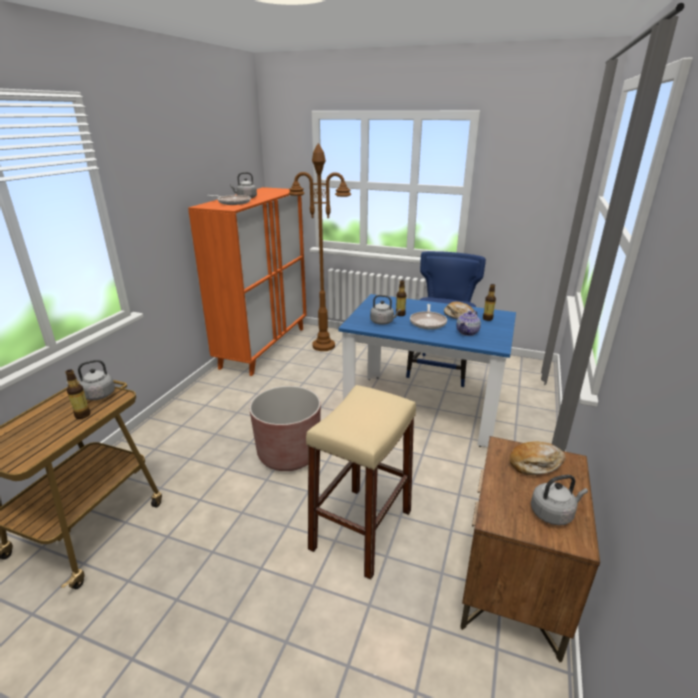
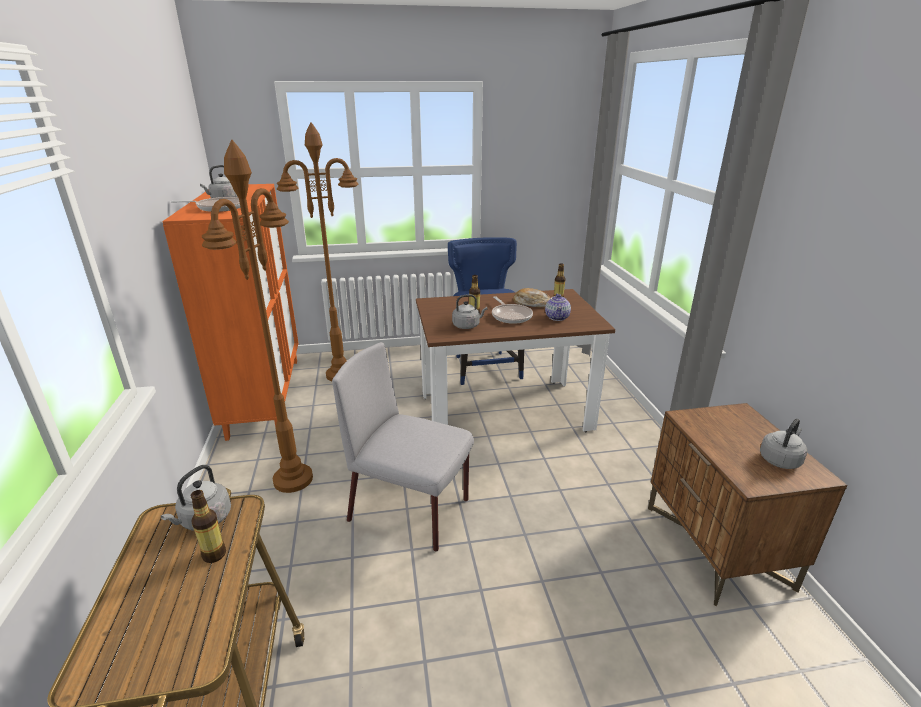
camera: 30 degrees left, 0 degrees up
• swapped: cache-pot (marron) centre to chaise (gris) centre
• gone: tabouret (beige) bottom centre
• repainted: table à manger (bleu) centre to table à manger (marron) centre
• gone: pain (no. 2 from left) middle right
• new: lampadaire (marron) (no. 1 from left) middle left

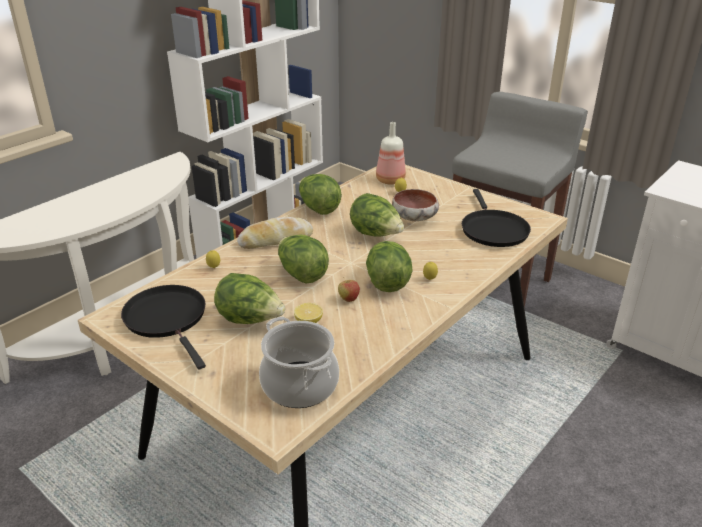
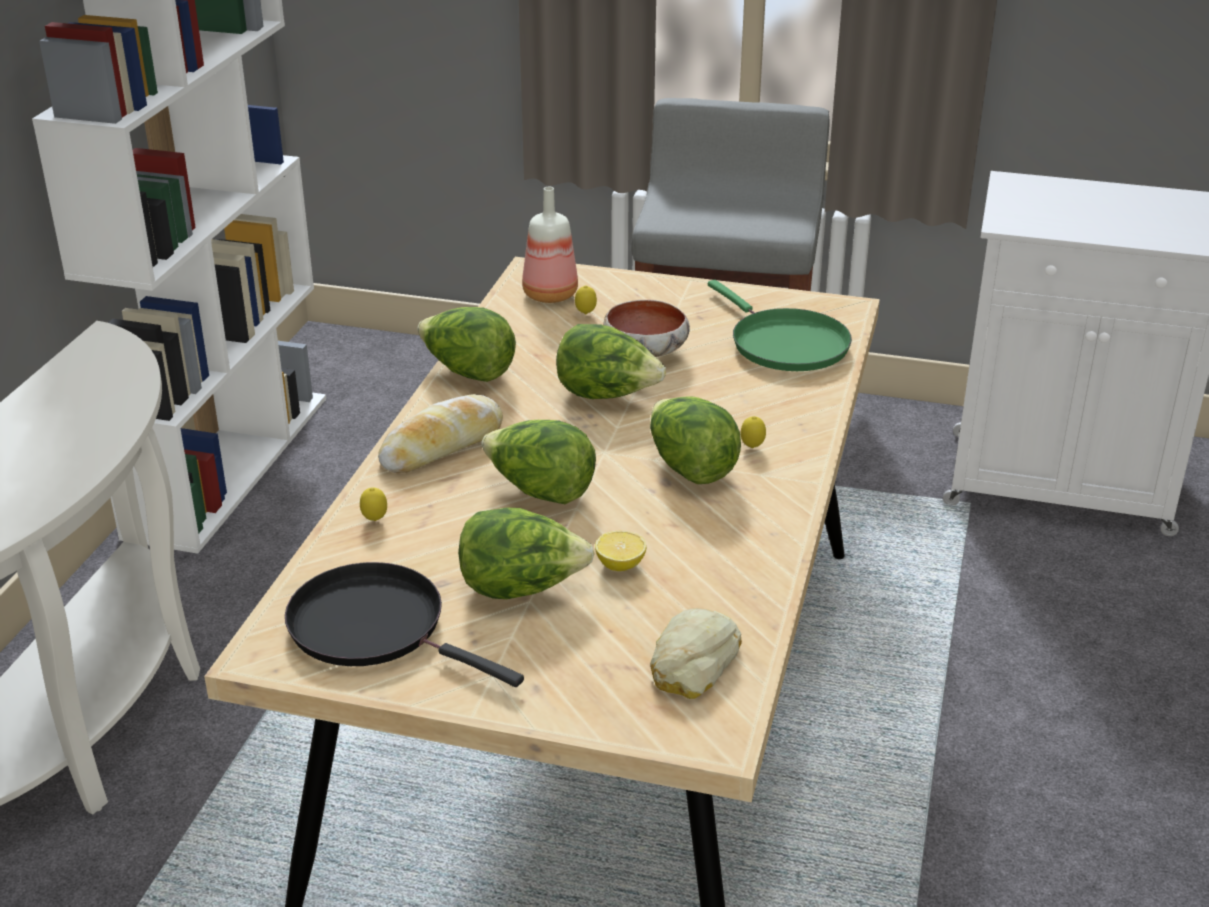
camera: 25 degrees left, 0 degrees up
• swapped: marmite bottom centre to pain (no. 2 from left) bottom centre
• gone: pomme centre
• repainted: poêle (noir) (no. 2 from left) middle right to poêle (vert) centre

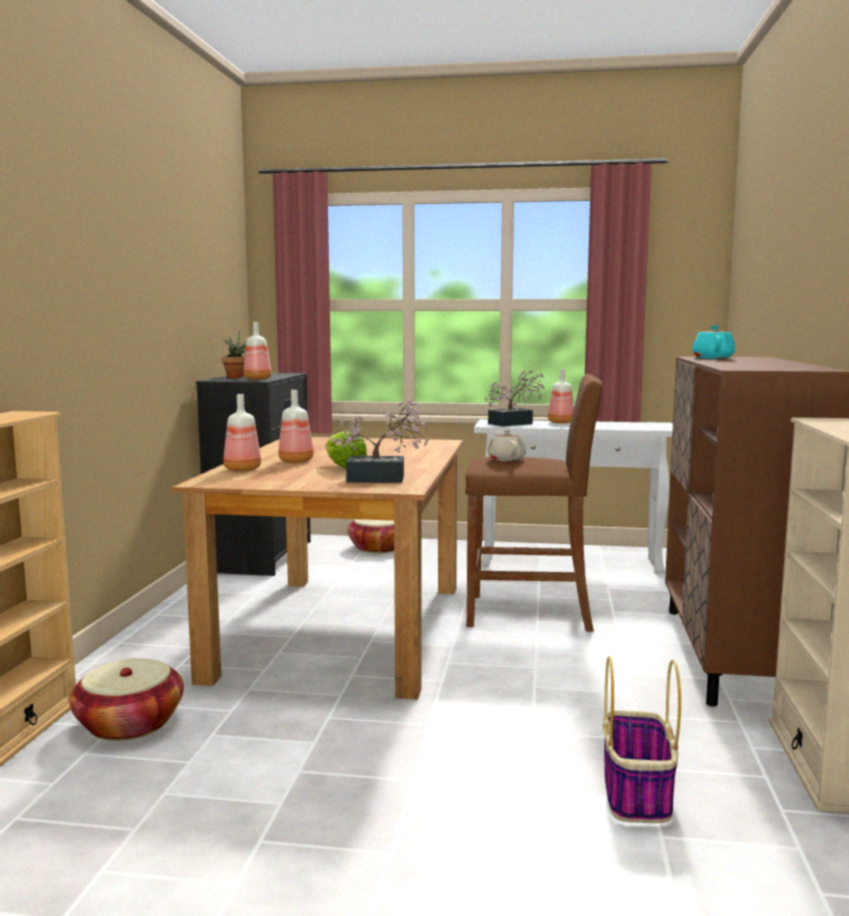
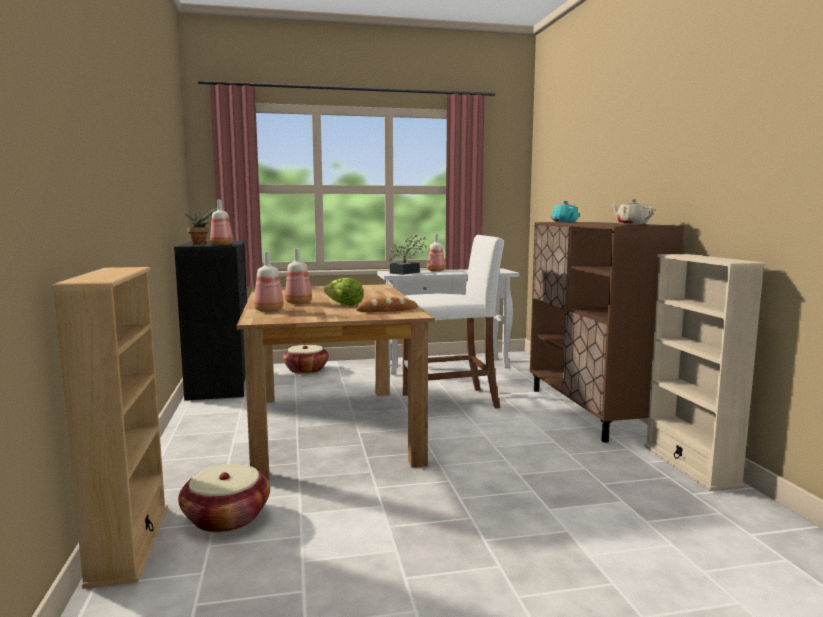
camera: 20 degrees left, 0 degrees up
• swapped: plante en pot (no. 2 from left) centre to pain centre
• repainted: tabouret (marron) centre to tabouret (blanc) centre
• shifted: théière (beige) centre to middle right
• gone: panier (no. 3 from left) bottom right

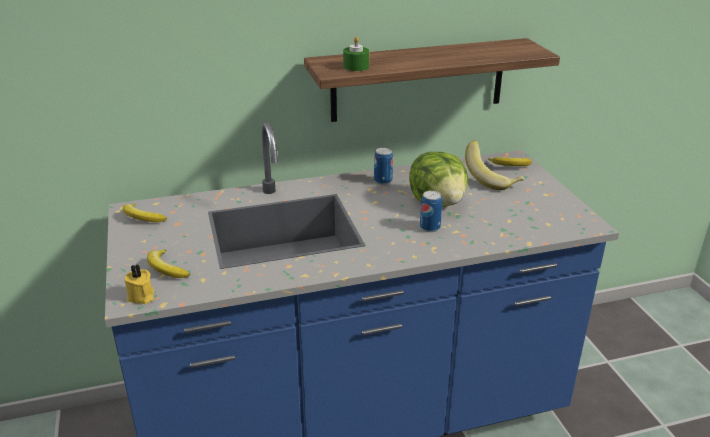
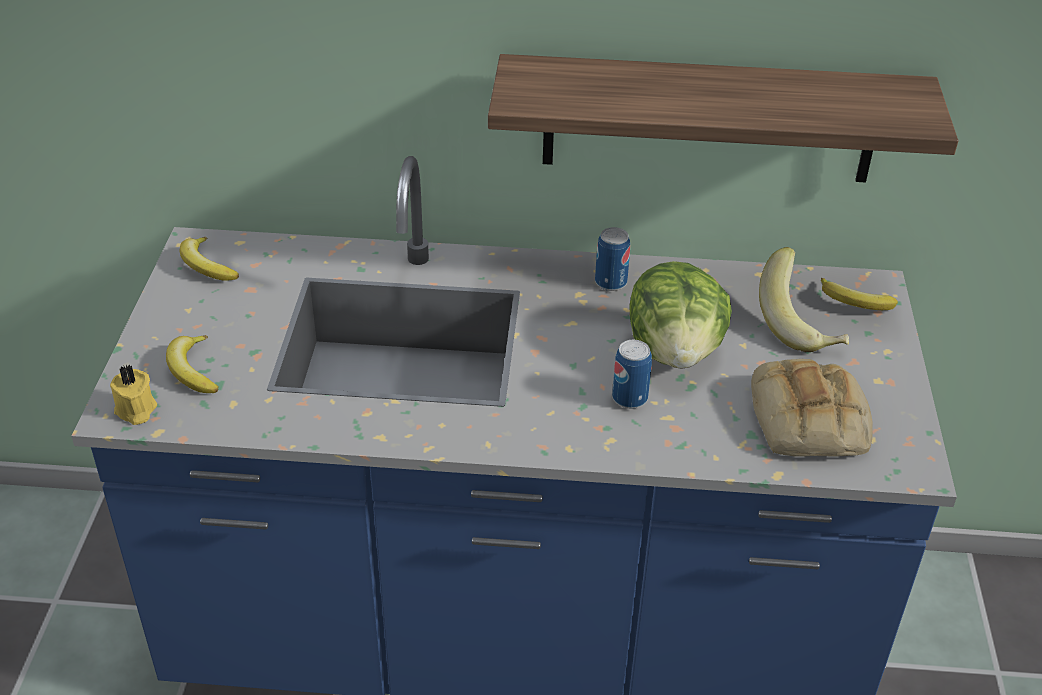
camera: 20 degrees right, 10 degrees up
• gone: bougie (vert) top centre
• new: pain middle right

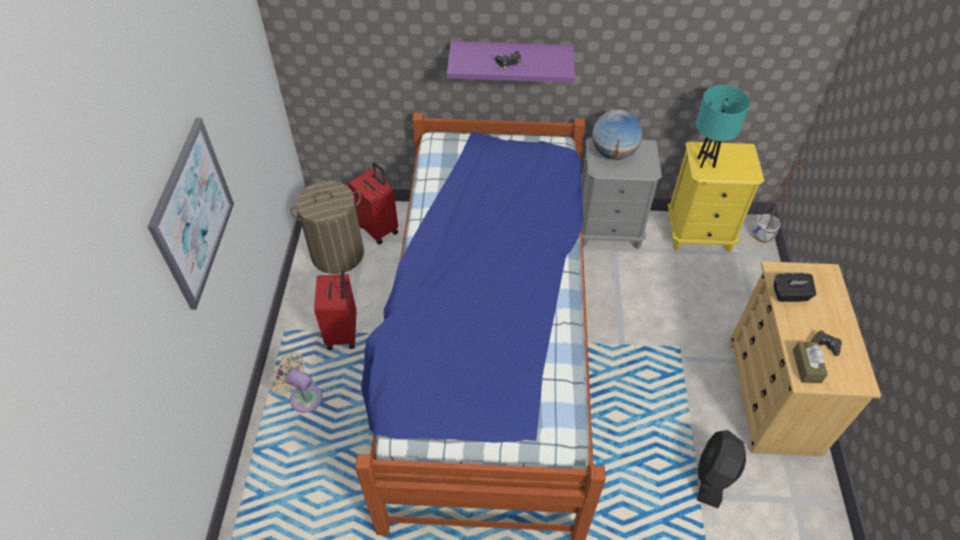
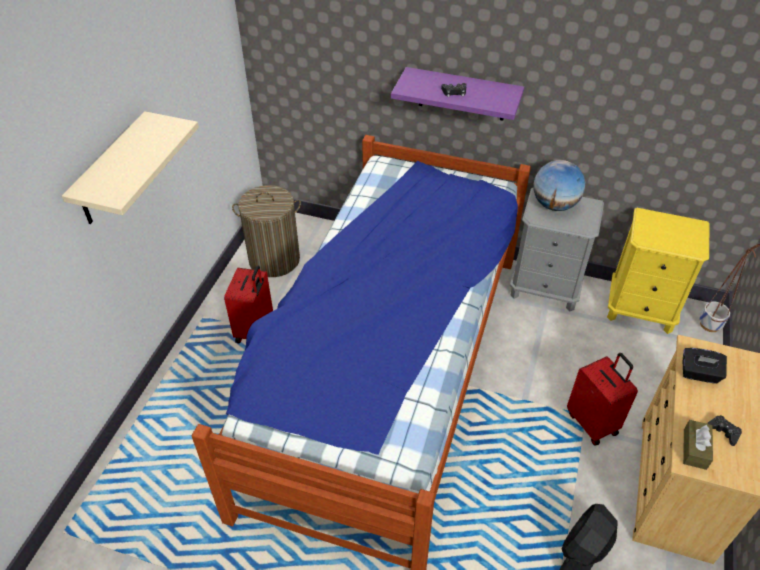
camera: 15 degrees right, 5 degrees down
• swapped: tableau middle left to étagère (beige) top left
• gone: ventilateur (beige) bottom left
• shifted: valise (rouge) (no. 2 from left) centre to bottom right
• gone: lampe de table (turquoise) top right

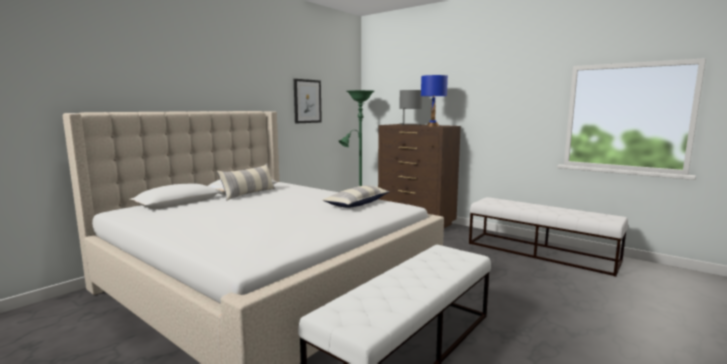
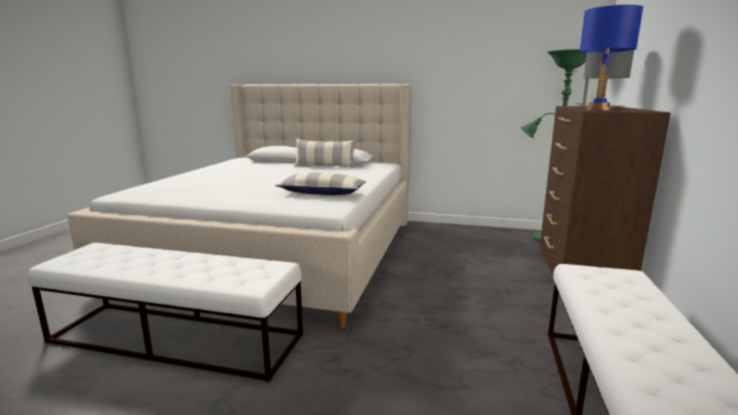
camera: 65 degrees right, 5 degrees up
• gone: tableau top centre

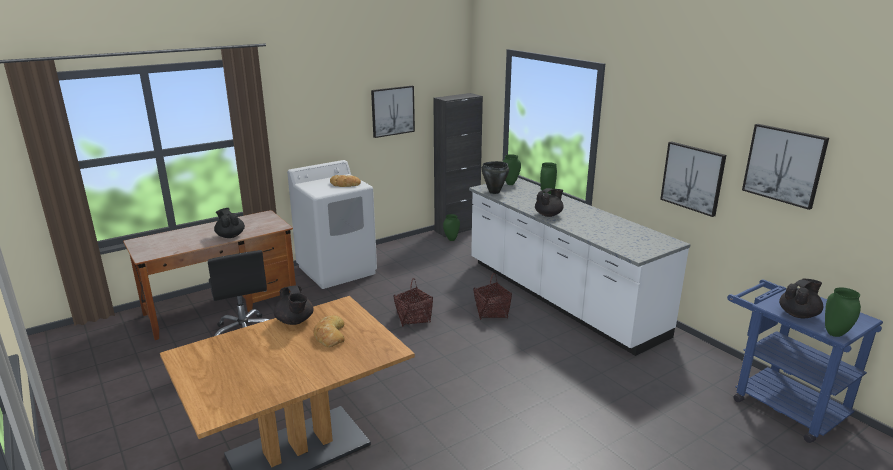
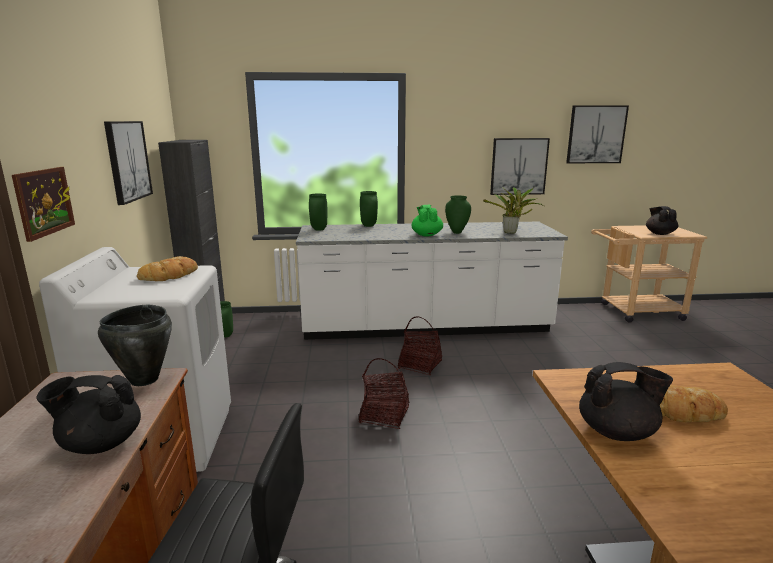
camera: 60 degrees left, 5 degrees down
• shifted: marmite (noir) centre to middle left
• repainted: théière (noir) (no. 3 from left) centre to théière (vert) centre
• repainted: chariot (bleu) bottom right to chariot (beige) middle right
• shifted: vase (vert) (no. 4 from left) middle right to centre
• new: tableau (no. 1 from left) middle left
• new: plante en pot centre

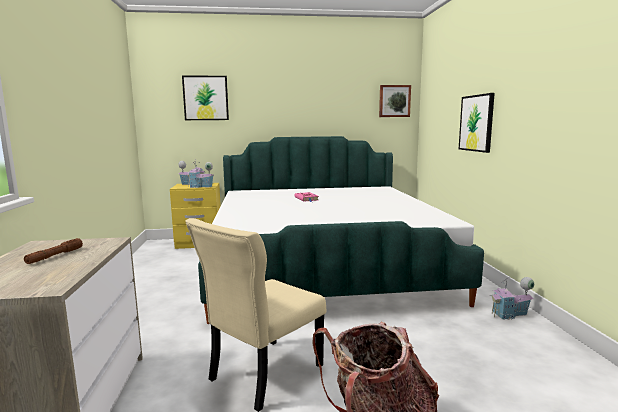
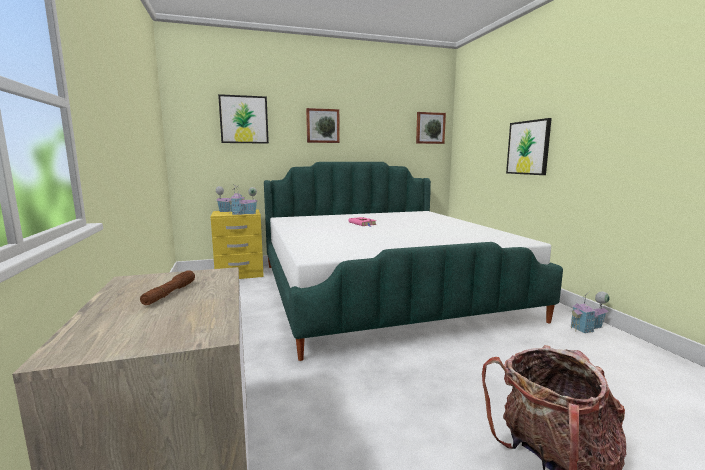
camera: 10 degrees left, 0 degrees up
• gone: chaise (beige) bottom centre
• new: tableau (no. 2 from left) top centre

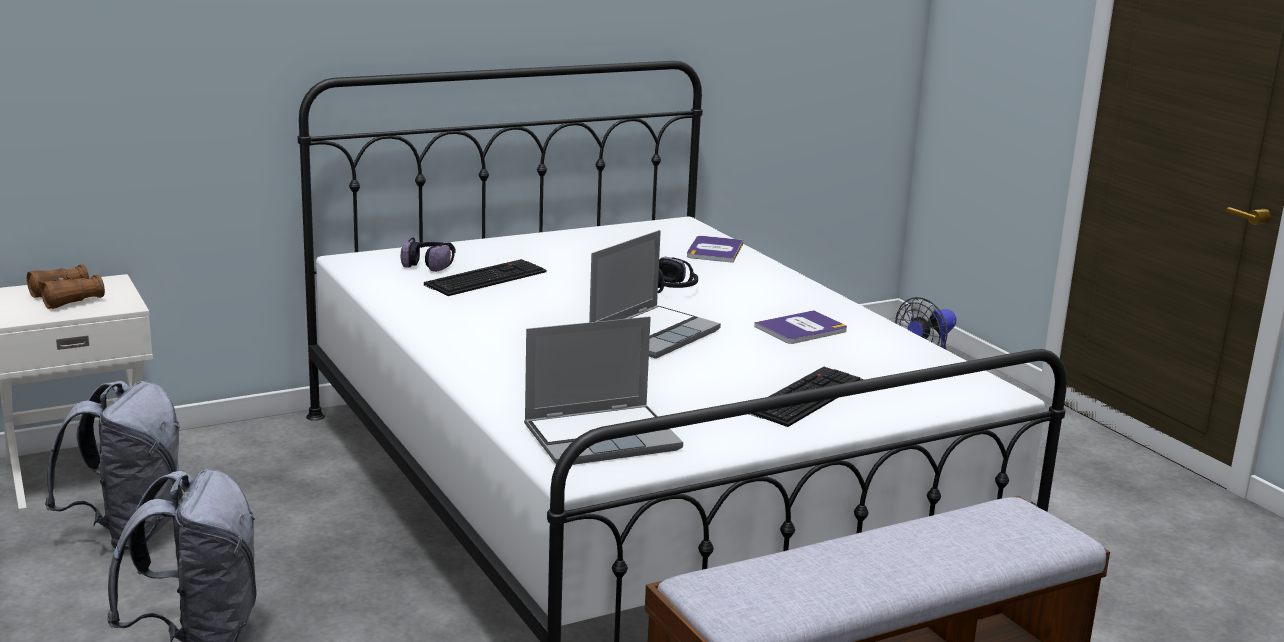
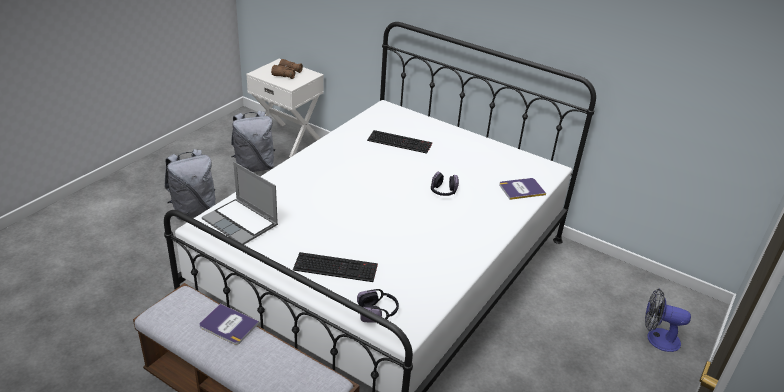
camera: 60 degrees right, 15 degrees up
• shifted: casque audio (no. 1 from left) centre to bottom centre
• gone: ordinateur portable (no. 2 from left) centre
• shifted: livre (no. 2 from left in the first image) centre to livre (no. 1 from left) bottom left

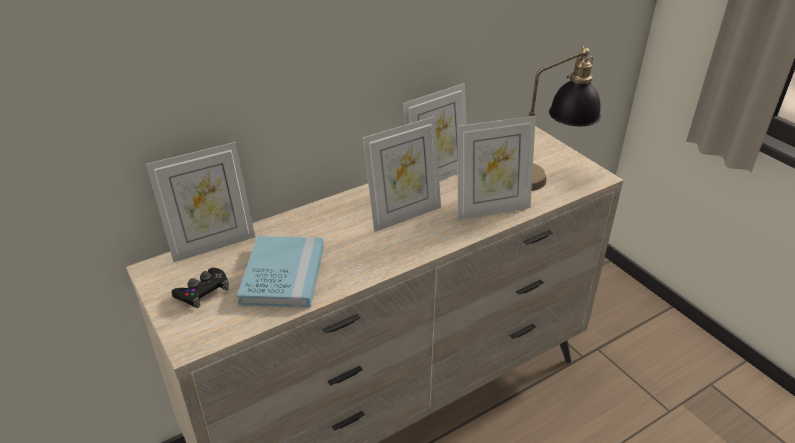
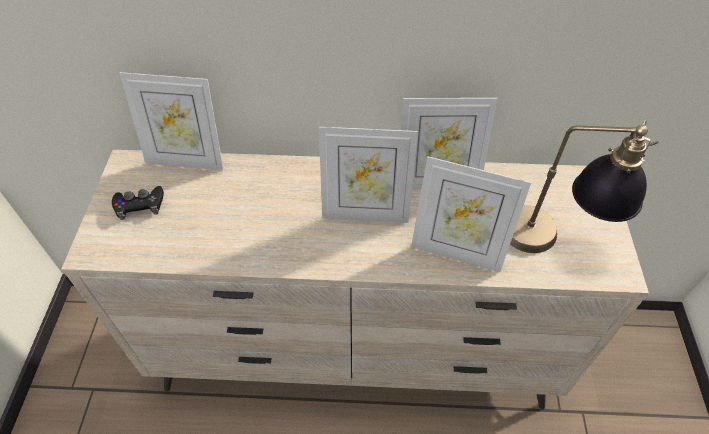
camera: 35 degrees right, 15 degrees up
• gone: livre (bleu) centre

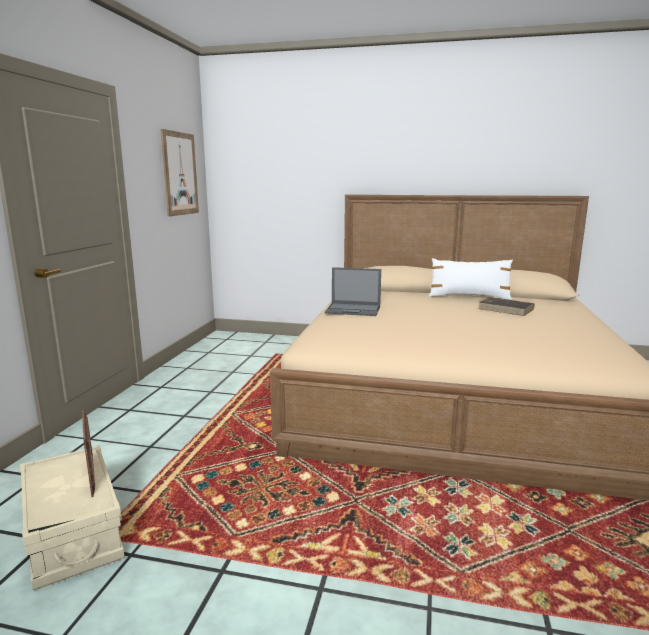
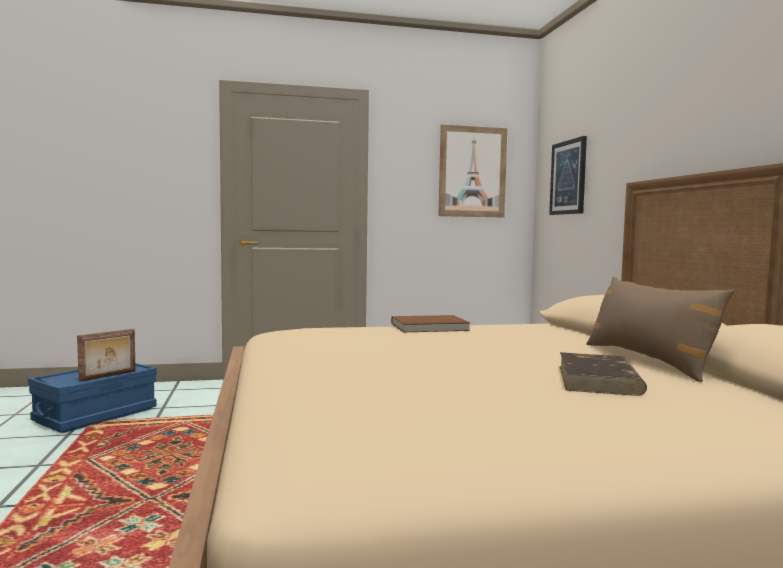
camera: 65 degrees right, 10 degrees down
• repainted: boîte de rangement (beige) bottom left to boîte de rangement (bleu) bottom left
• swapped: ordinateur portable centre to livre (marron) (no. 1 from left) centre
• repainted: coussin (blanc) middle right to coussin (marron) middle right
• new: tableau (no. 2 from left) top right

